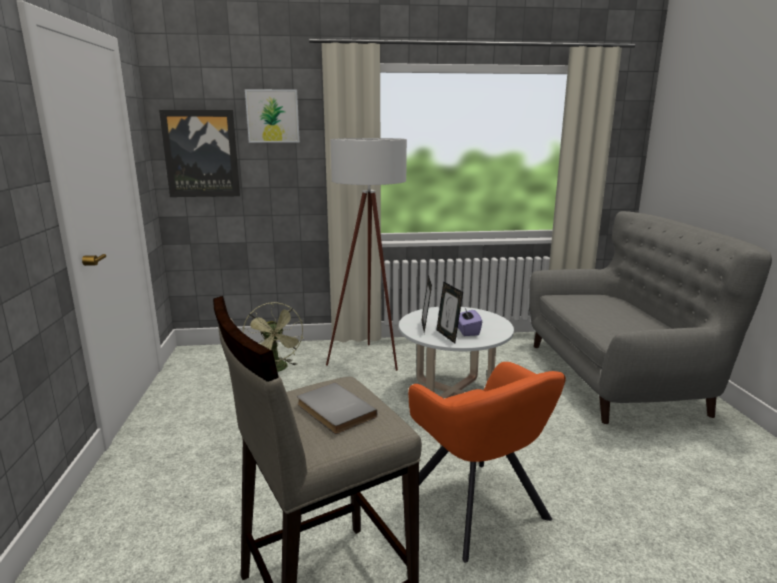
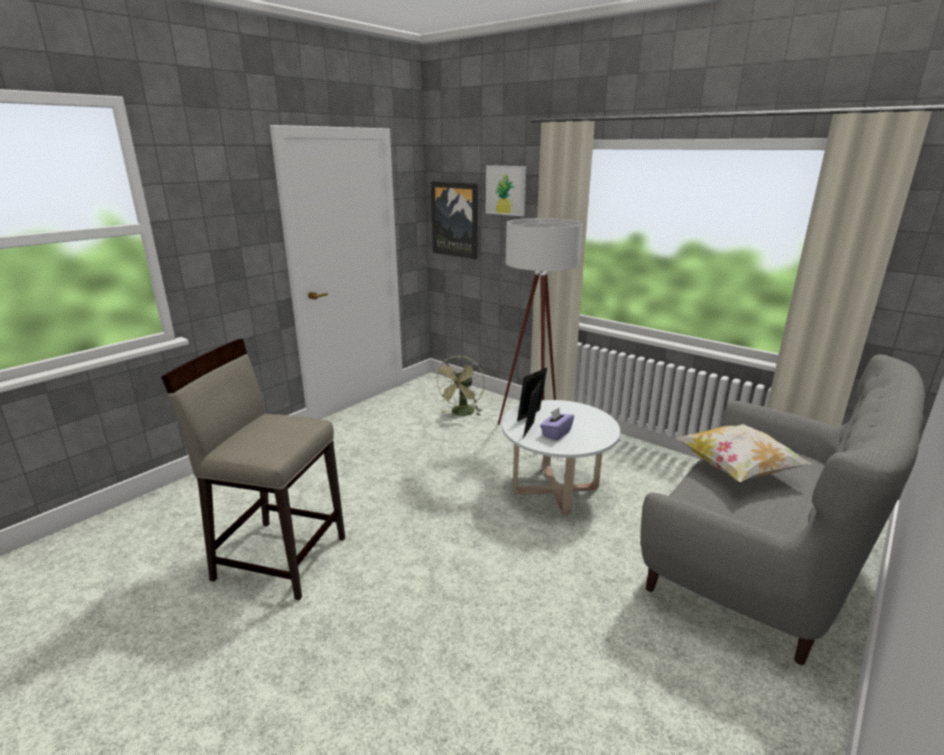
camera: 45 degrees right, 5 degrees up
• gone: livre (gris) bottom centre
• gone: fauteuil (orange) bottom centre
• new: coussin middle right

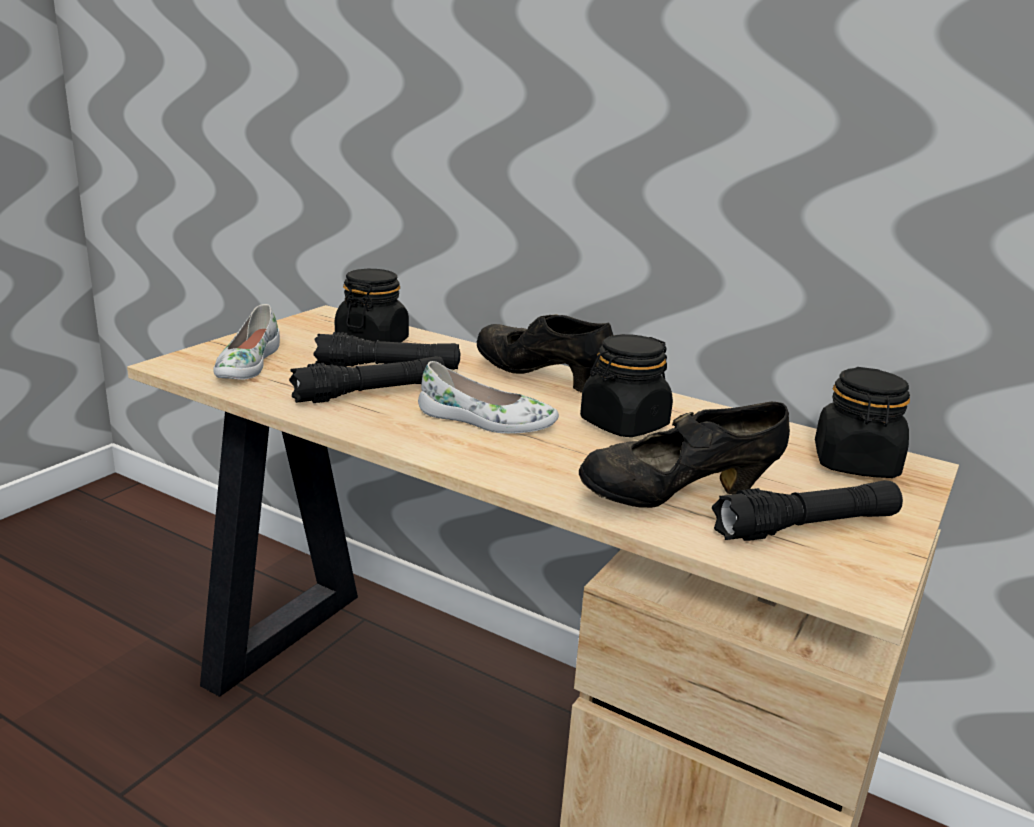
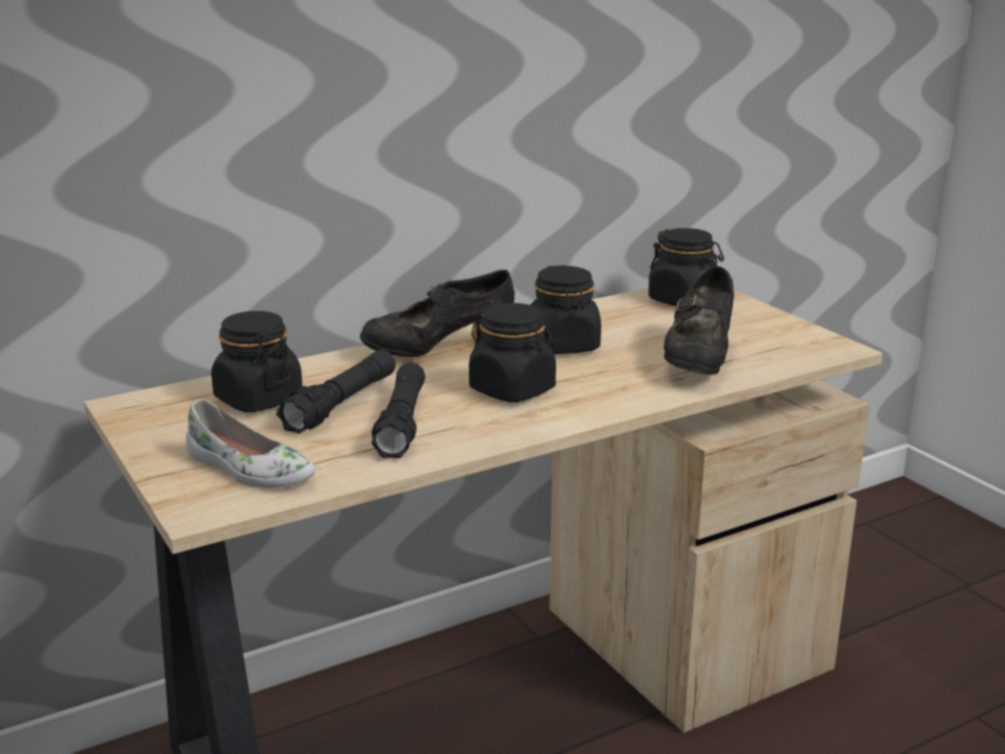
camera: 60 degrees left, 0 degrees up
• swapped: chaussure (blanc) (no. 2 from left) centre to bocal (noir) (no. 2 from left) centre
• gone: lampe de poche (noir) (no. 3 from left) middle right

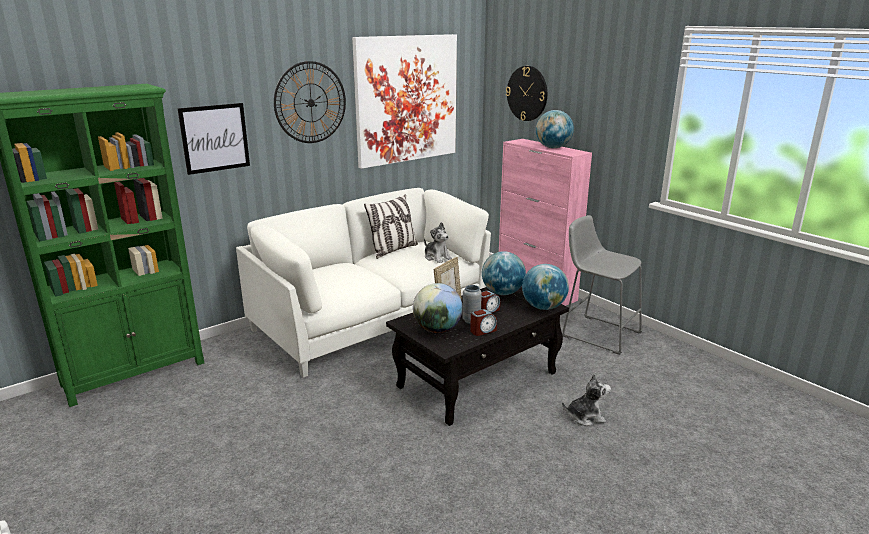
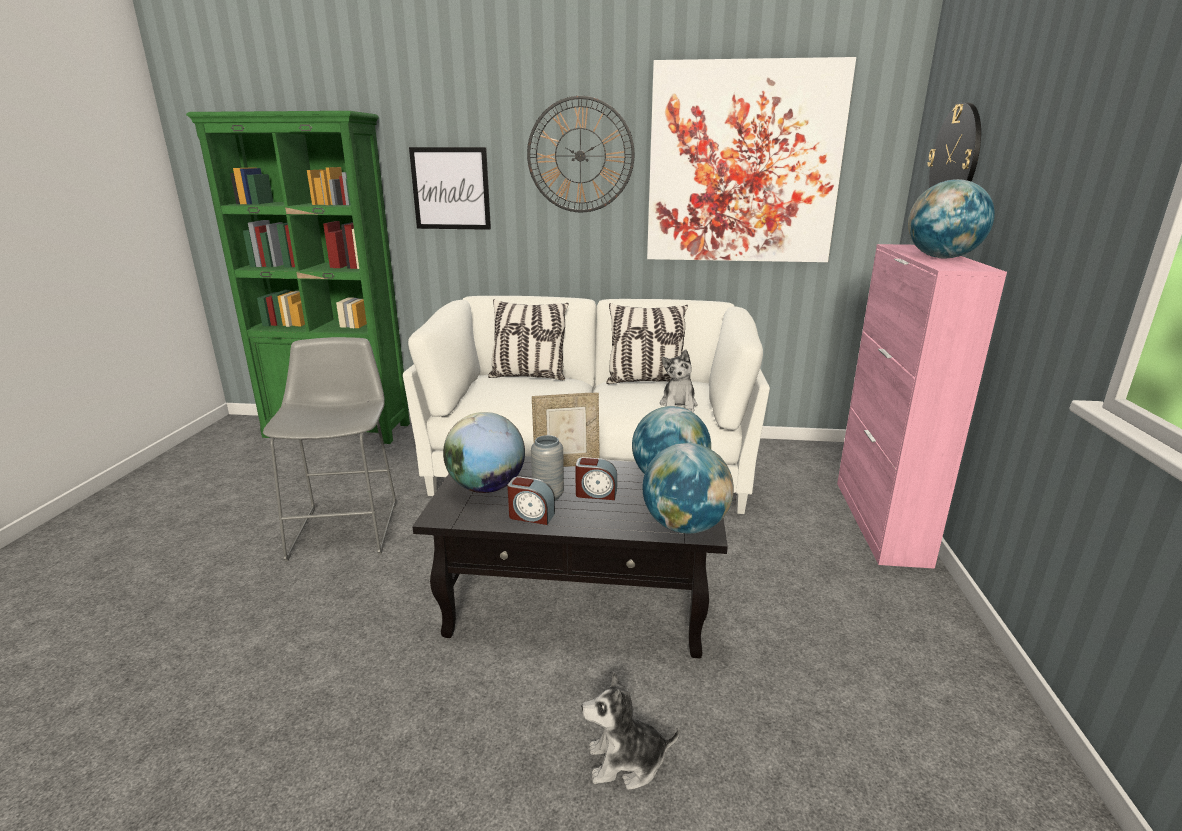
camera: 45 degrees right, 0 degrees up
• shifted: tabouret (gris) middle right to middle left
• rotated: peluche (no. 2 from left in the first image) bottom right = bottom centre 135 degrees clockwise
• new: coussin (no. 1 from left) centre

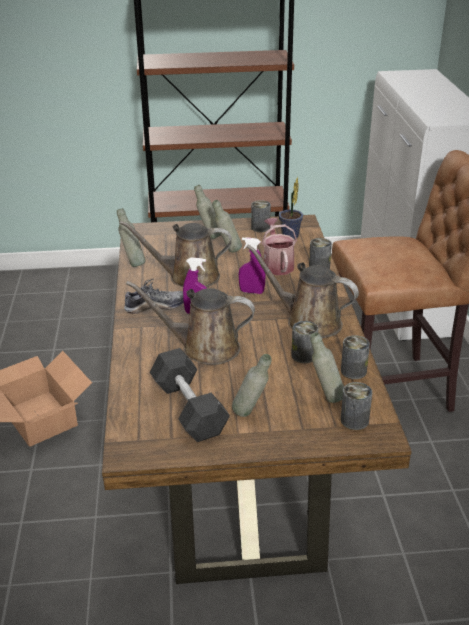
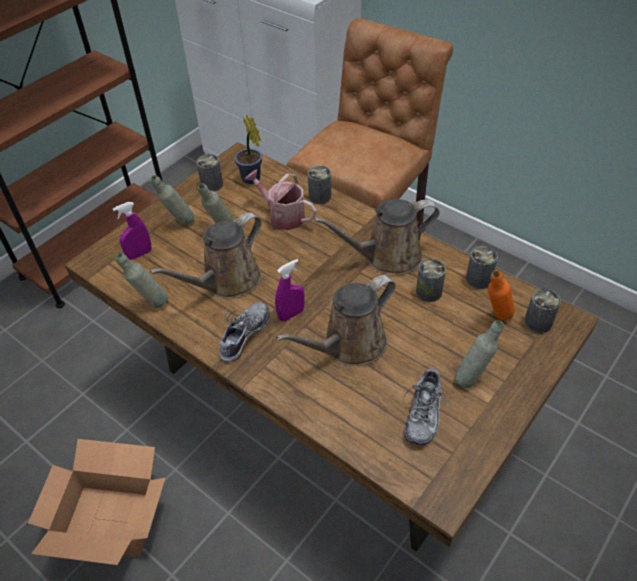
camera: 45 degrees left, 15 degrees up
• swapped: haltère (noir) centre to chaussure (no. 2 from left) bottom right
• shifted: vaporisateur (violet) (no. 2 from left in the first image) centre to vaporisateur (violet) (no. 1 from left) middle left
• repainted: bouteille (gris) (no. 5 from left) middle right to bouteille (orange) middle right

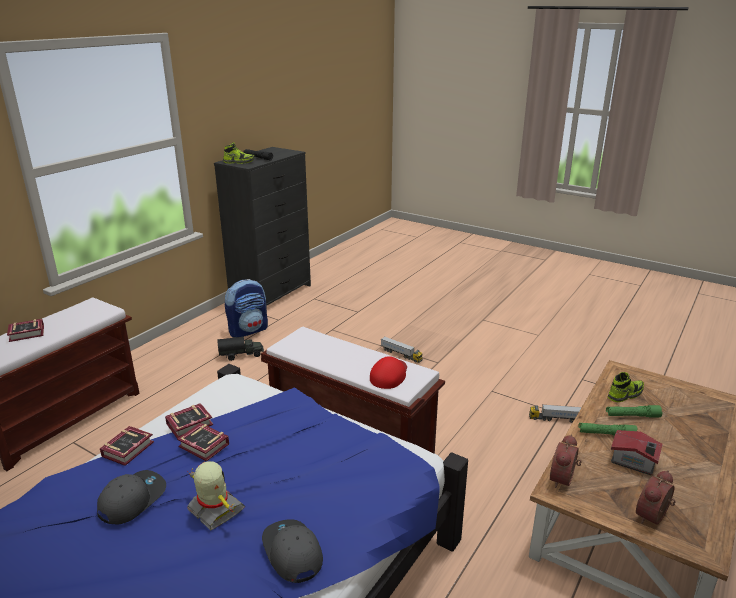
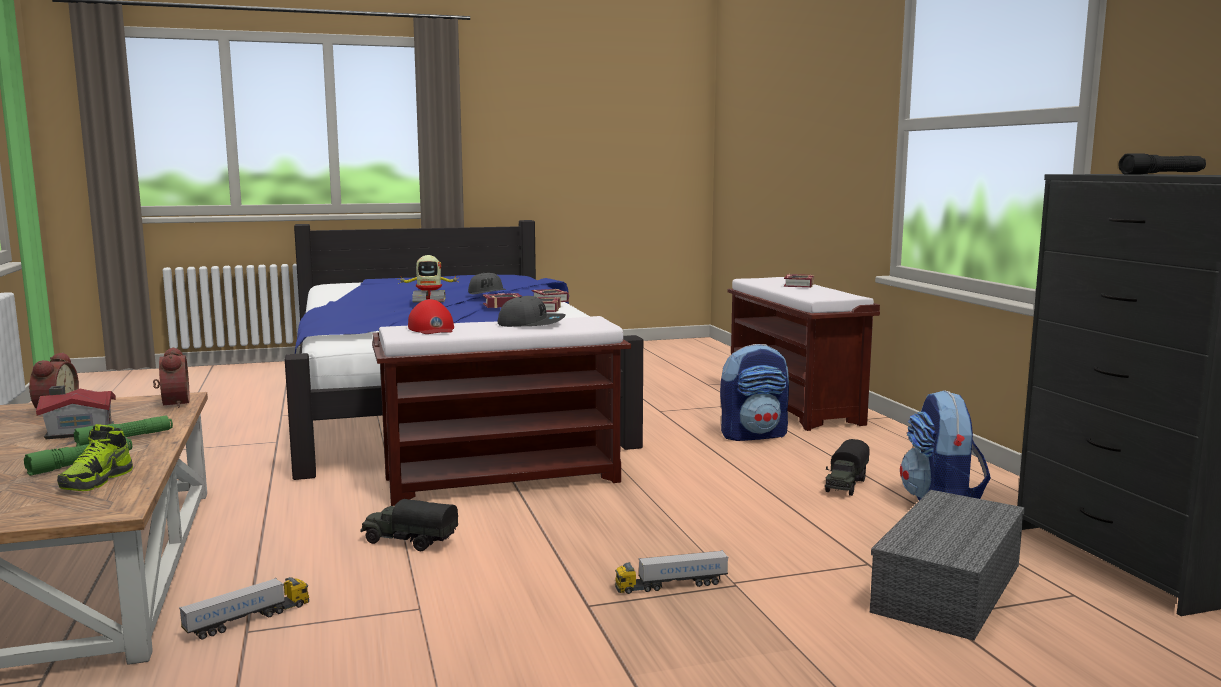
camera: 130 degrees right, 15 degrees down
• gone: chaussure (no. 1 from left) top left
• shifted: casquette (gris) (no. 2 from left) bottom centre to centre
• new: camion jouet (no. 2 from left) bottom centre
• new: sac à dos (no. 1 from left) centre
• new: boîte de rangement (gris) bottom right

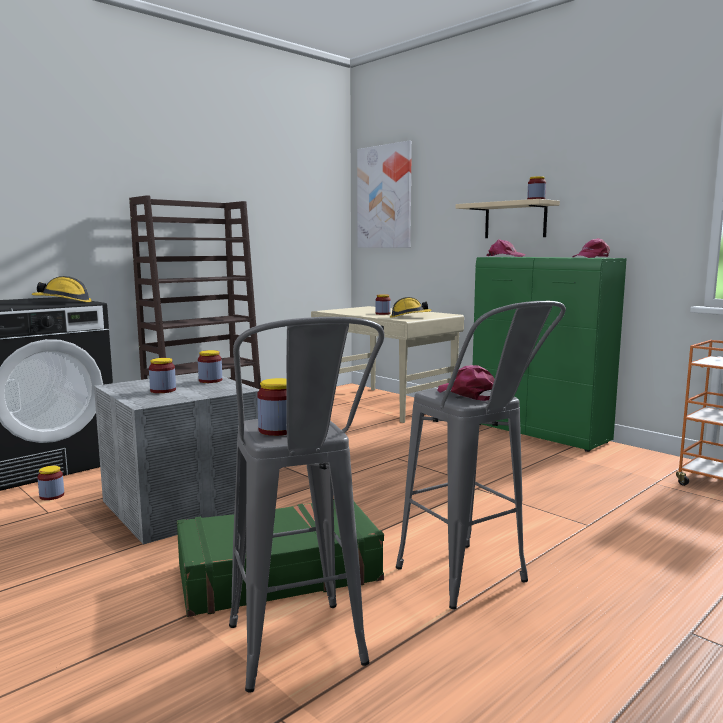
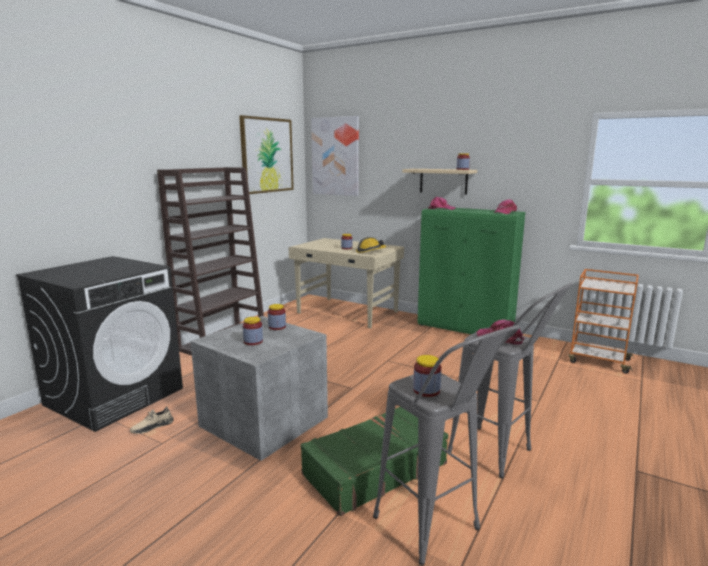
camera: 15 degrees left, 5 degrees up
• gone: casque de chantier (no. 1 from left) middle left
• swapped: bocal (no. 1 from left) bottom left to chaussure (beige) bottom left
• new: tableau (no. 1 from left) top centre

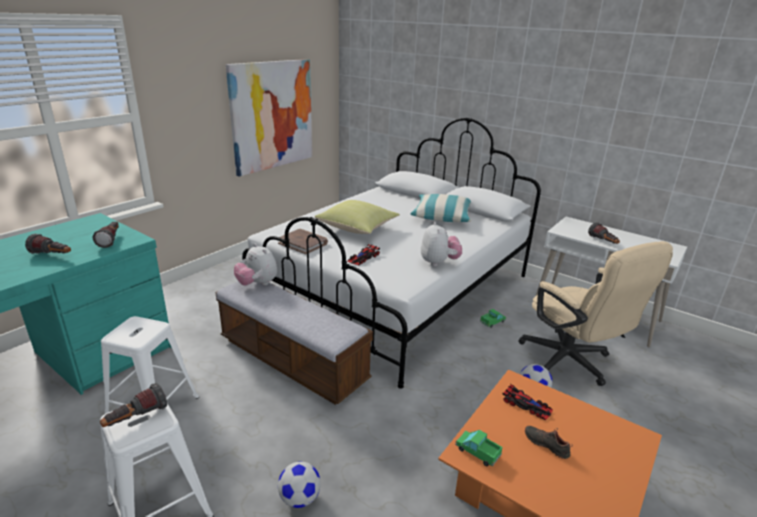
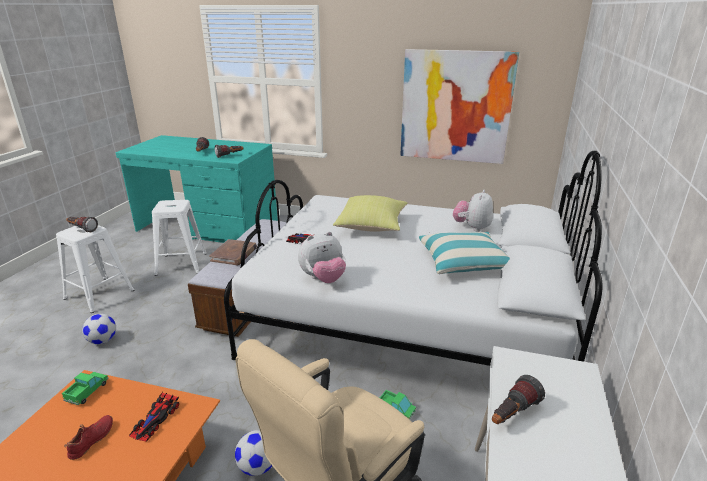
camera: 70 degrees right, 0 degrees up
• shifted: peluche (no. 1 from left in the first image) centre to peluche (no. 2 from left) middle right
• shifted: livre (marron) centre to middle left
• repainted: chaussure (noir) bottom right to chaussure (rouge) bottom left

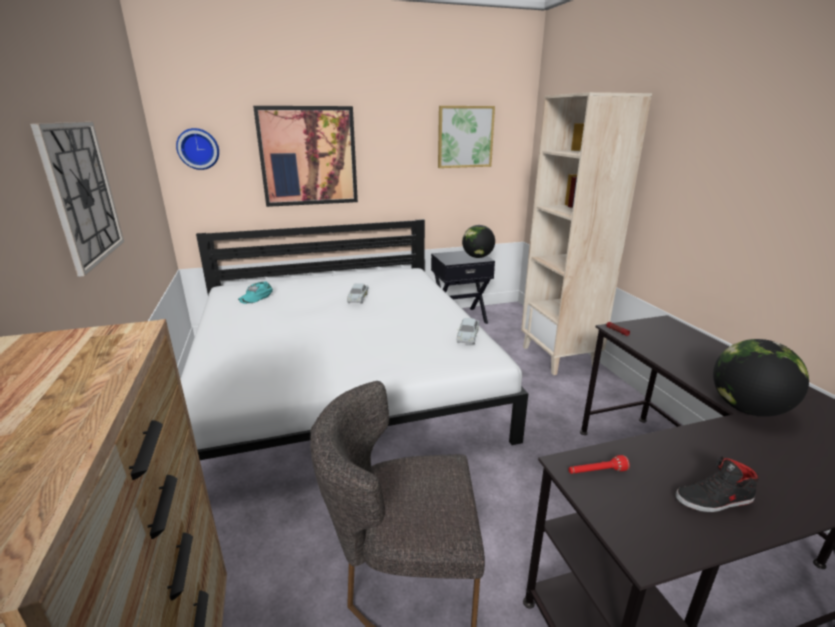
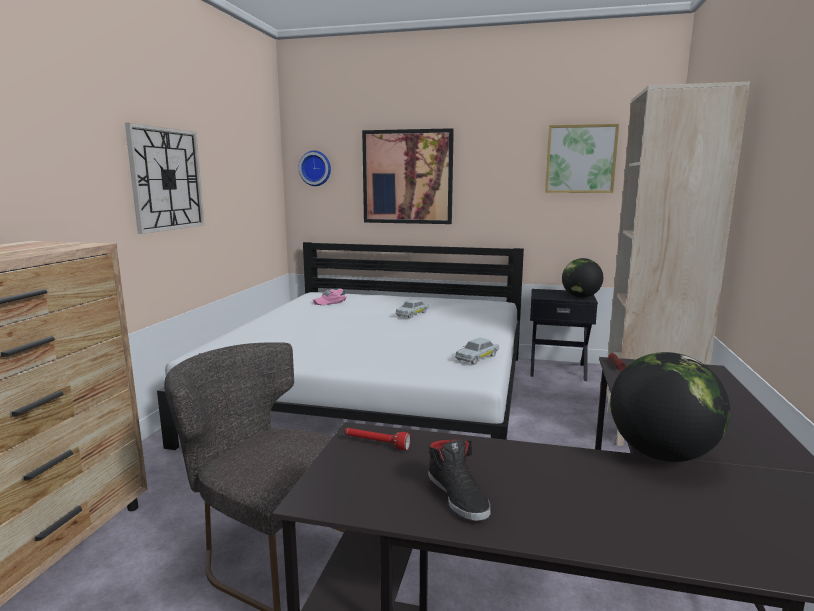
camera: 30 degrees right, 10 degrees down
• repainted: casquette (turquoise) middle left to casquette (rose) centre
• rotated: chaussure (noir) bottom right = bottom centre 135 degrees counterclockwise

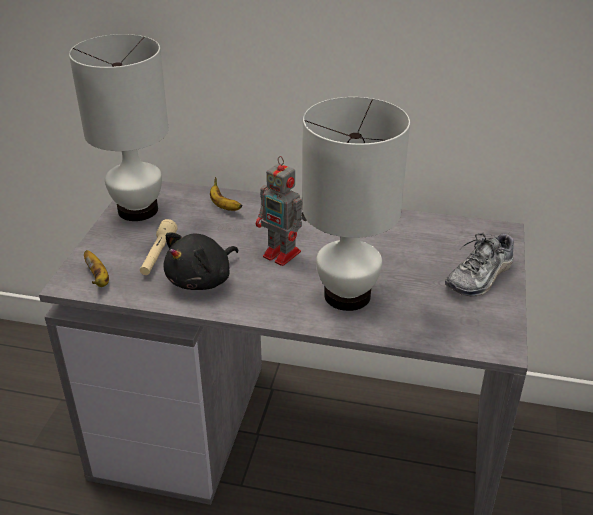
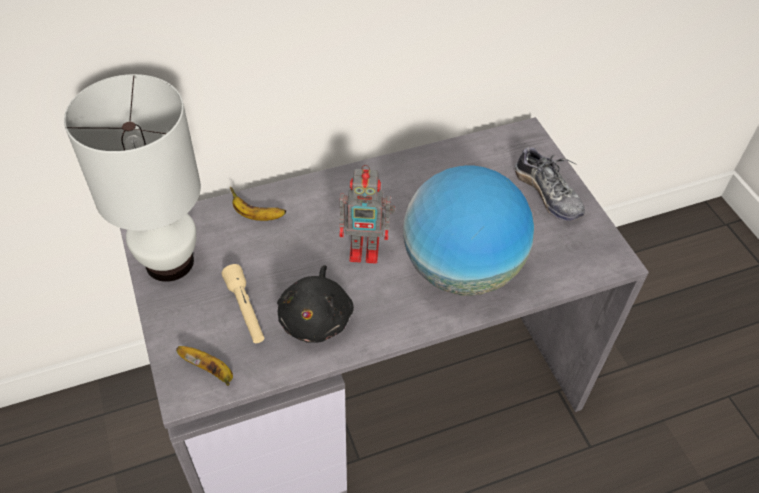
camera: 35 degrees left, 15 degrees up
• swapped: lampe de table (blanc) (no. 2 from left) centre to globe centre
• rotated: chaussure middle right = middle right 45 degrees counterclockwise

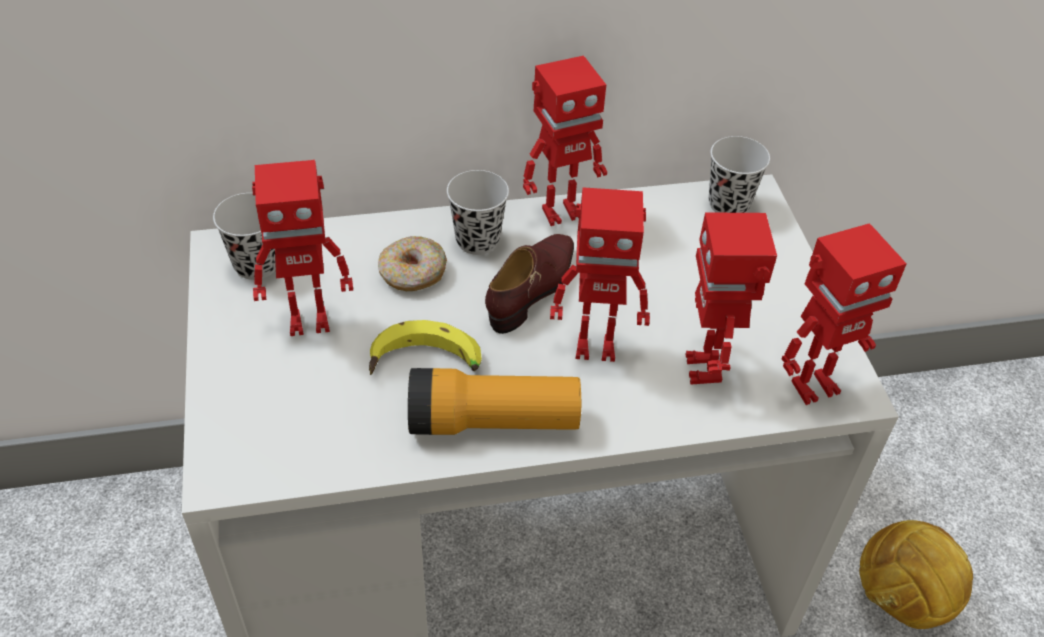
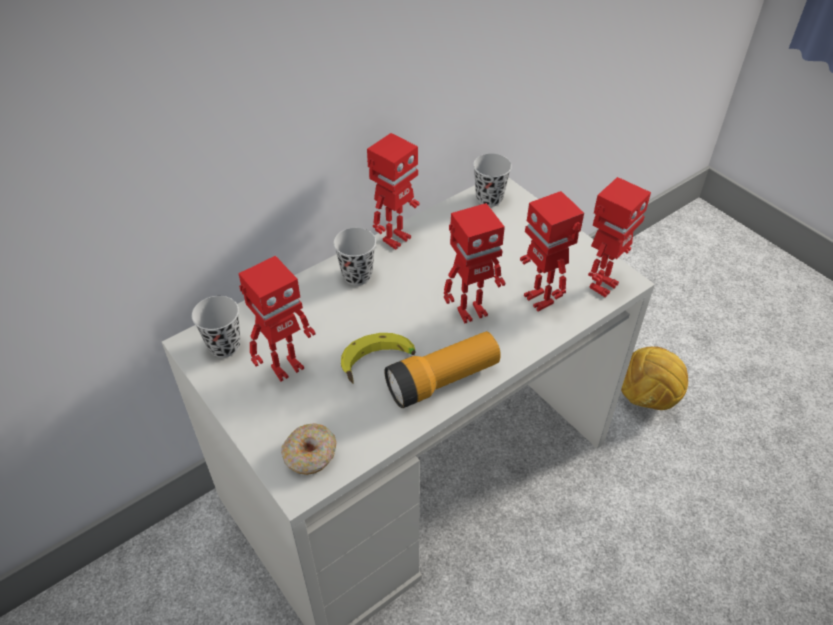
camera: 25 degrees left, 0 degrees up
• shifted: beignet centre to bottom centre
• gone: chaussure (marron) centre

